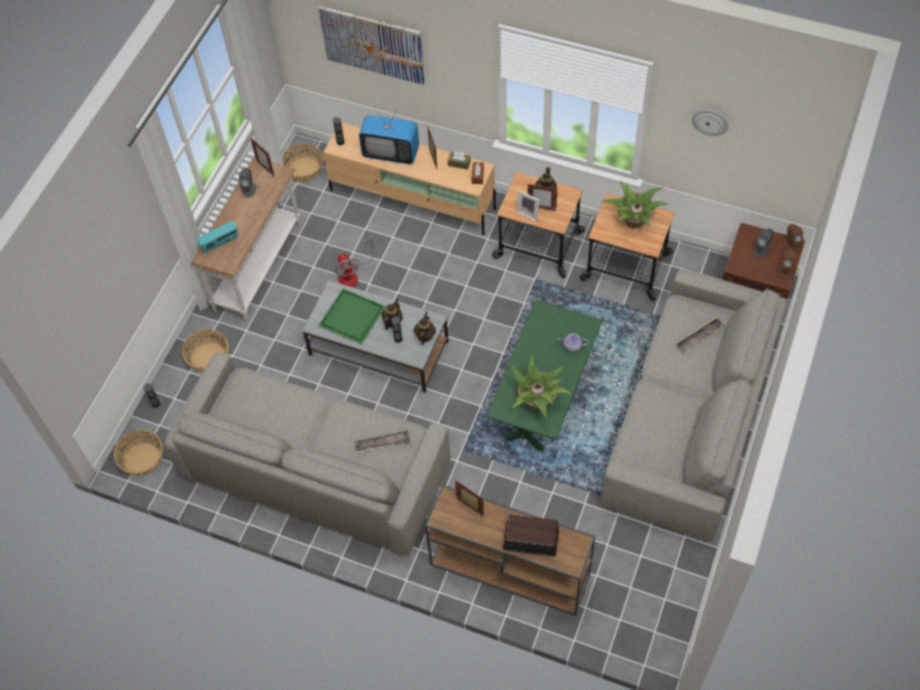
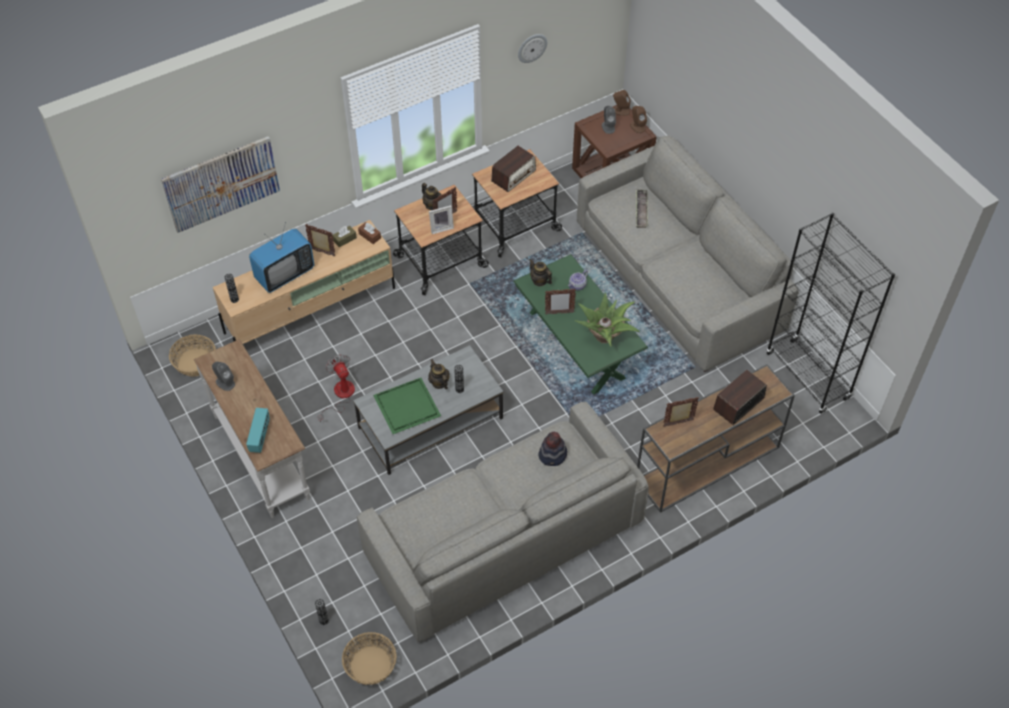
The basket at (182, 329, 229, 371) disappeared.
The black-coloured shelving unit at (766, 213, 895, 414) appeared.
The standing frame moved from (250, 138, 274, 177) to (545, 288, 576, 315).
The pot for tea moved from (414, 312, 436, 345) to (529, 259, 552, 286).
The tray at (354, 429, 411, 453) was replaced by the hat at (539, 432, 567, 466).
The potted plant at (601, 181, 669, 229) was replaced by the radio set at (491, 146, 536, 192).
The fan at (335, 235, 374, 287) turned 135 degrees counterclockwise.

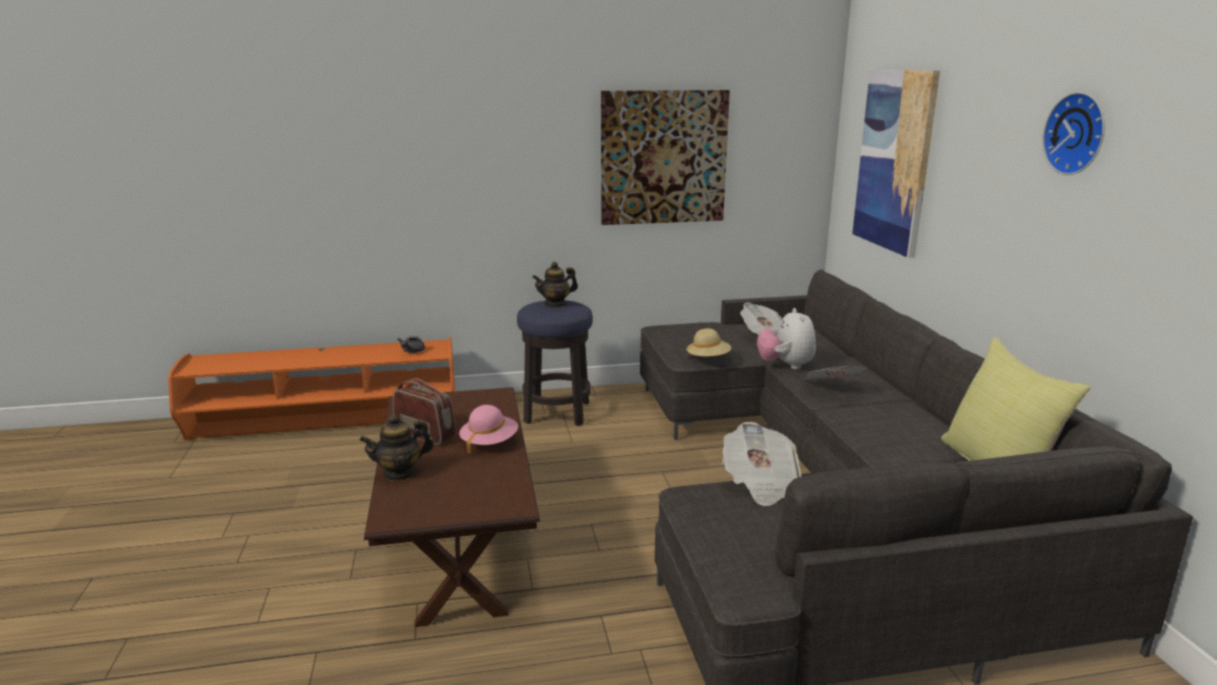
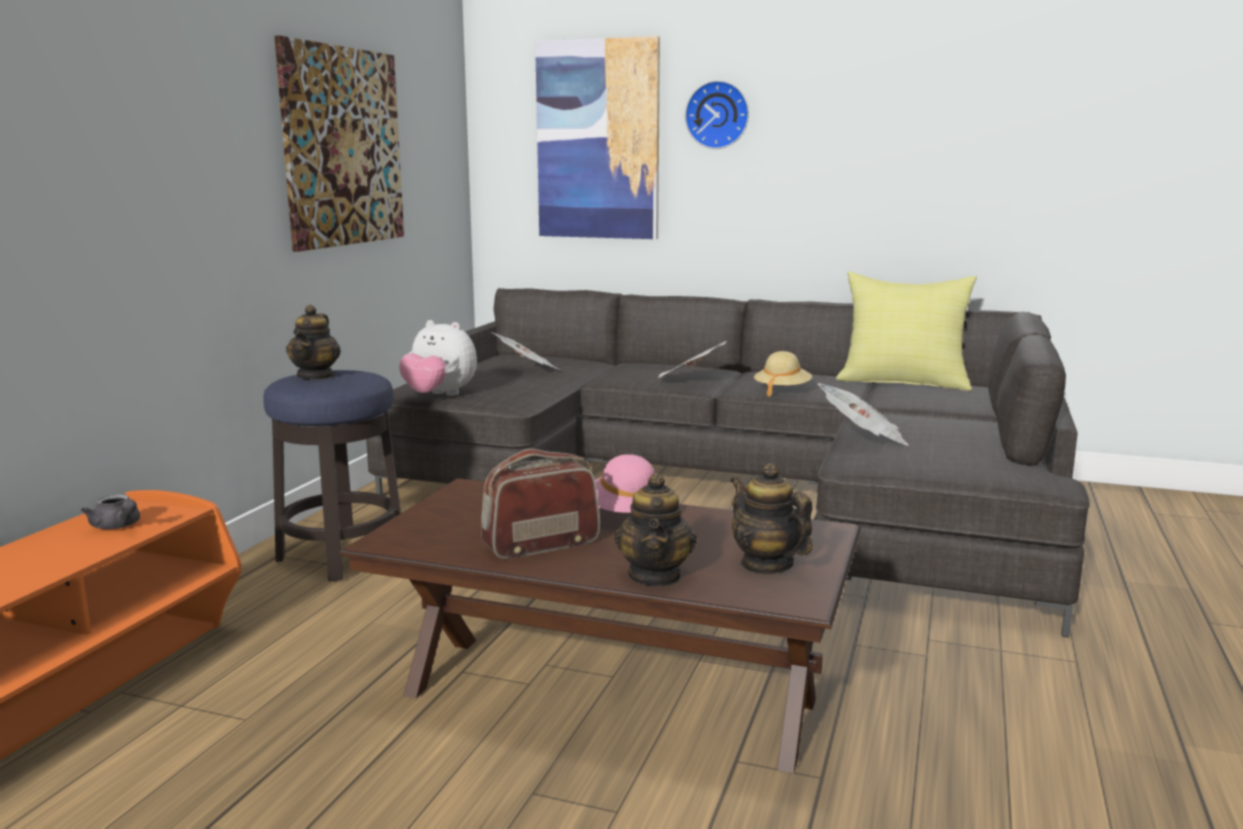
The pot for tea at (730, 463, 813, 575) appeared.
The beige hat moved from (686, 328, 731, 356) to (754, 351, 812, 397).
The cuddly toy moved from (757, 308, 816, 370) to (399, 320, 477, 396).
The hanging clock moved from (1042, 92, 1105, 175) to (685, 80, 749, 149).

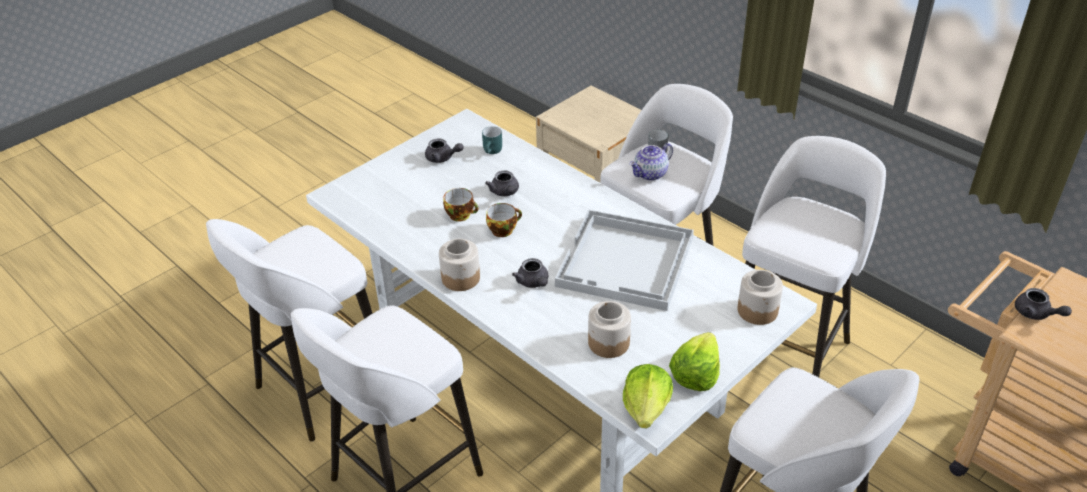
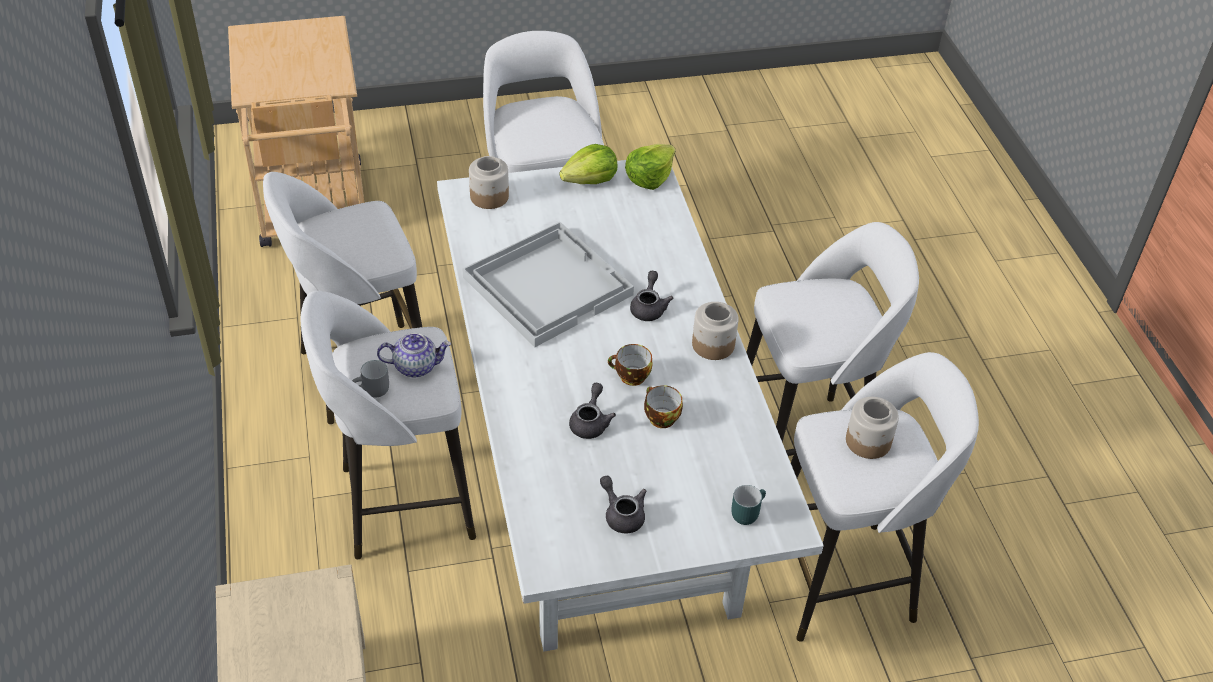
The greyish pot for tea at (1015, 288, 1072, 320) disappeared.
The blue-green mug moved from (482, 126, 502, 154) to (731, 485, 766, 525).
The preserve jar moved from (588, 301, 631, 358) to (846, 397, 899, 459).

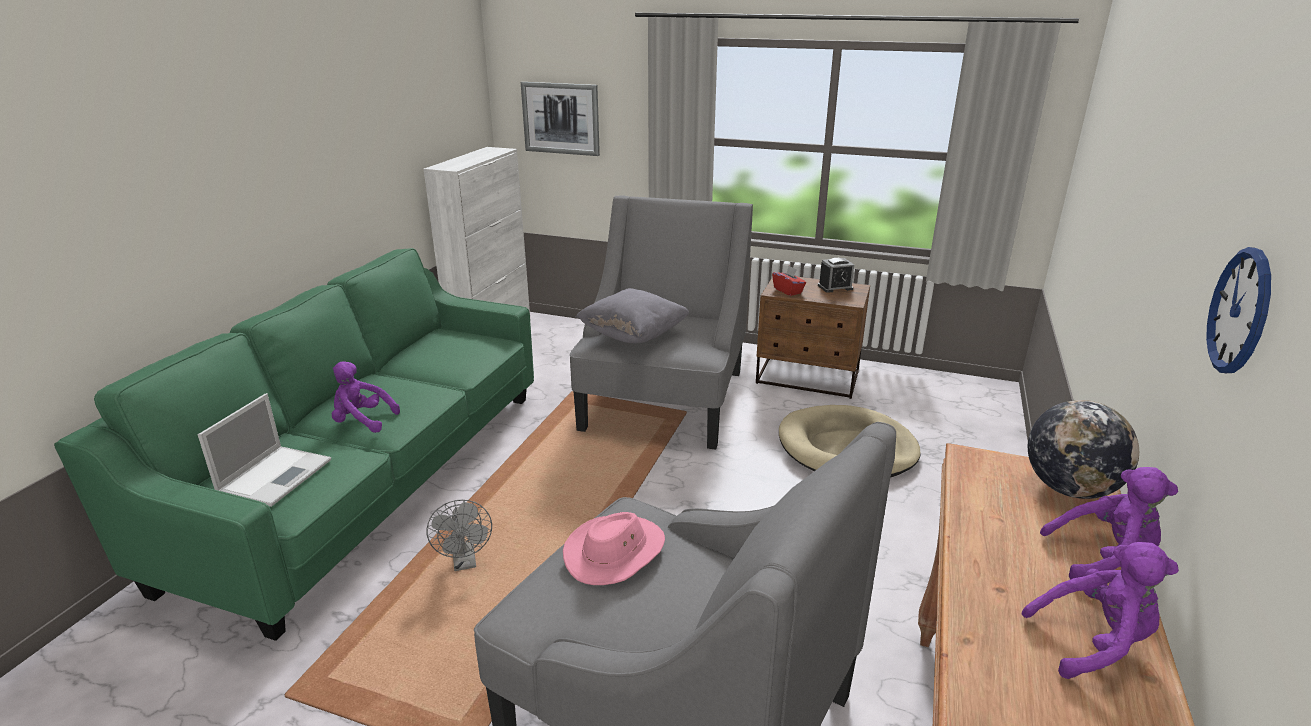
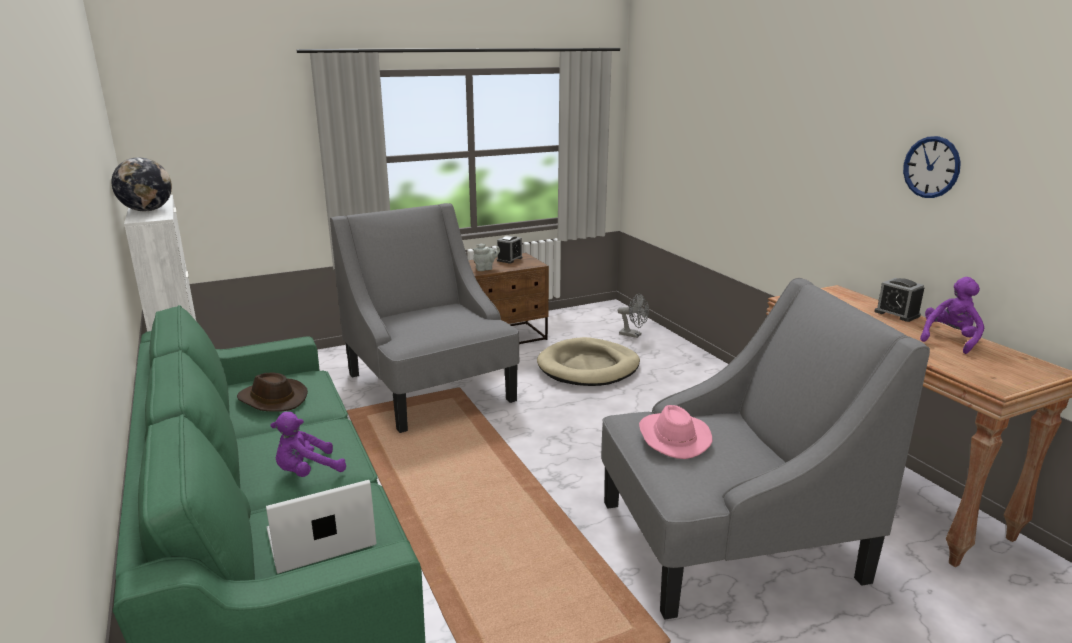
The wall picture at (521, 82, 600, 156) disappeared.
The greyish cushion at (576, 288, 689, 343) disappeared.
The brownish hat at (237, 373, 308, 412) appeared.
The greyish fan moved from (426, 500, 492, 571) to (617, 294, 649, 338).
The globe moved from (1028, 400, 1139, 499) to (111, 157, 172, 211).
The reddish tissue holder at (772, 266, 806, 296) was replaced by the greyish pot for tea at (473, 243, 500, 271).
The purplish cuddly toy at (1040, 467, 1178, 580) was replaced by the table clock at (874, 278, 924, 322).
The notebook computer at (198, 393, 331, 507) turned 90 degrees counterclockwise.

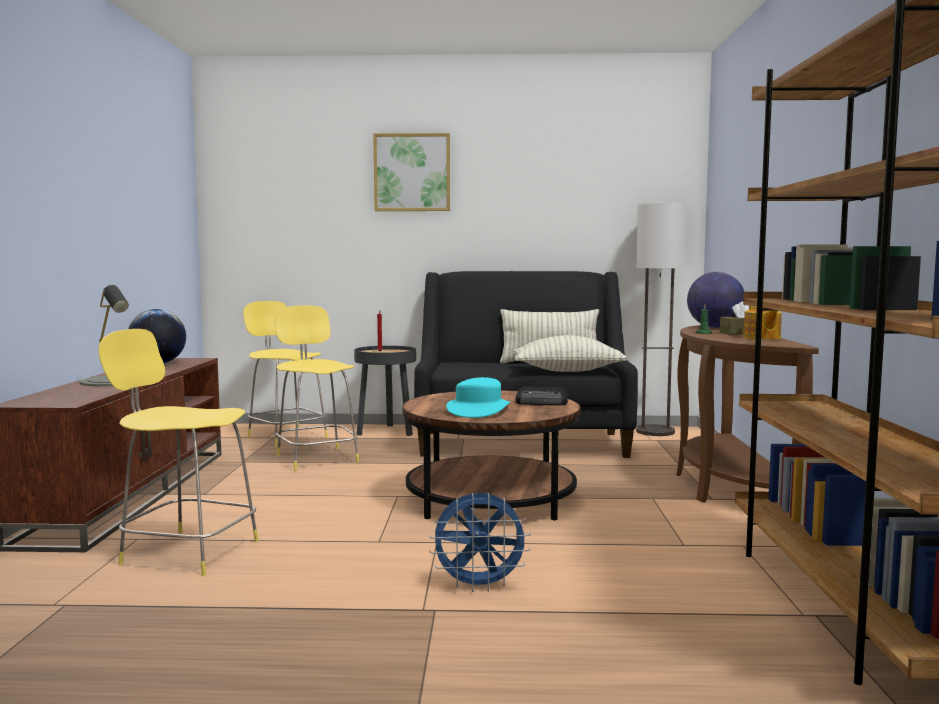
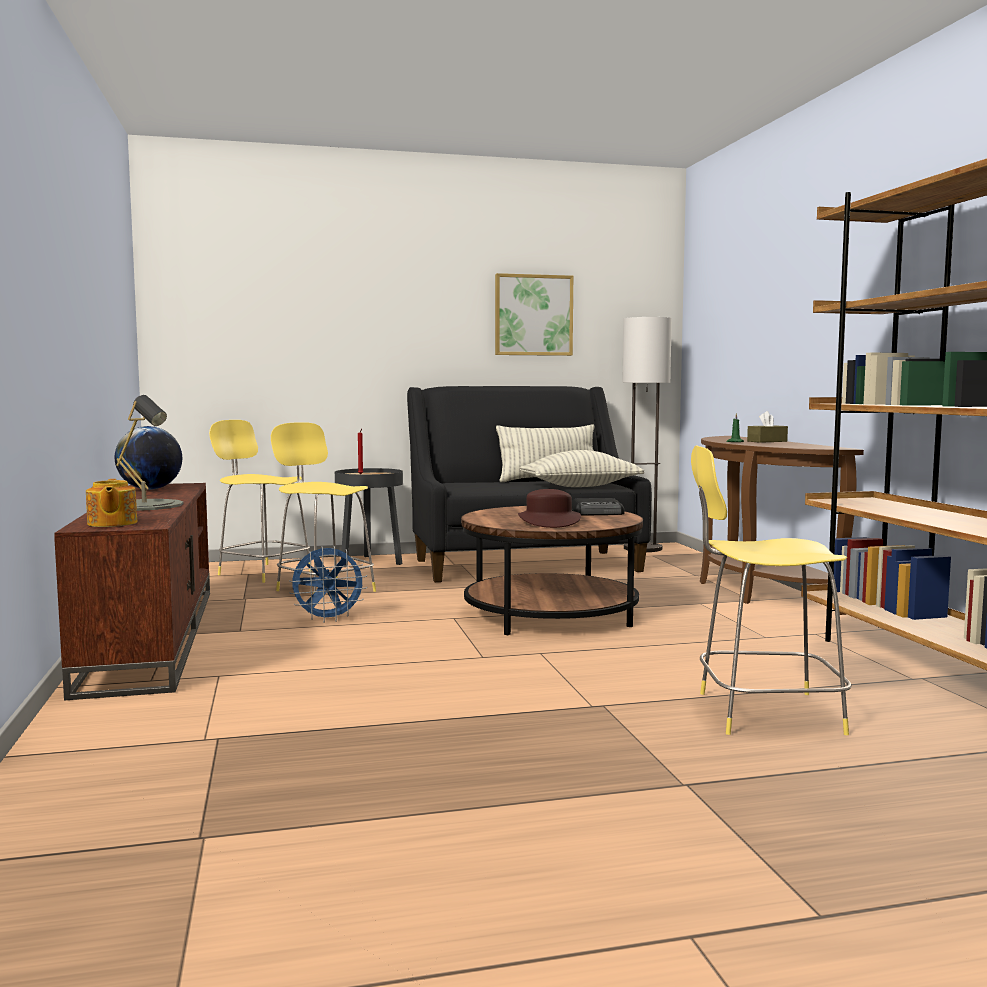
The globe at (687, 272, 745, 328) disappeared.
The yellow sitting stool moved from (98, 329, 258, 576) to (691, 445, 852, 735).
The wall picture moved from (373, 133, 450, 211) to (495, 273, 573, 356).
The bluish fan moved from (430, 493, 531, 592) to (289, 546, 368, 623).
The pot for tea moved from (743, 306, 782, 340) to (86, 479, 138, 527).
The blue-green hat at (446, 377, 510, 418) became the brownish hat at (518, 489, 581, 528).

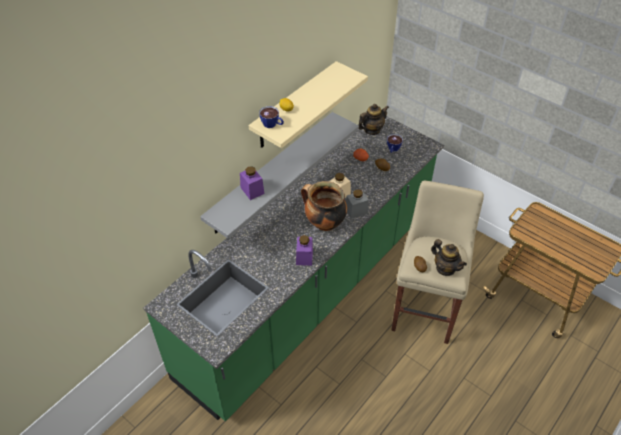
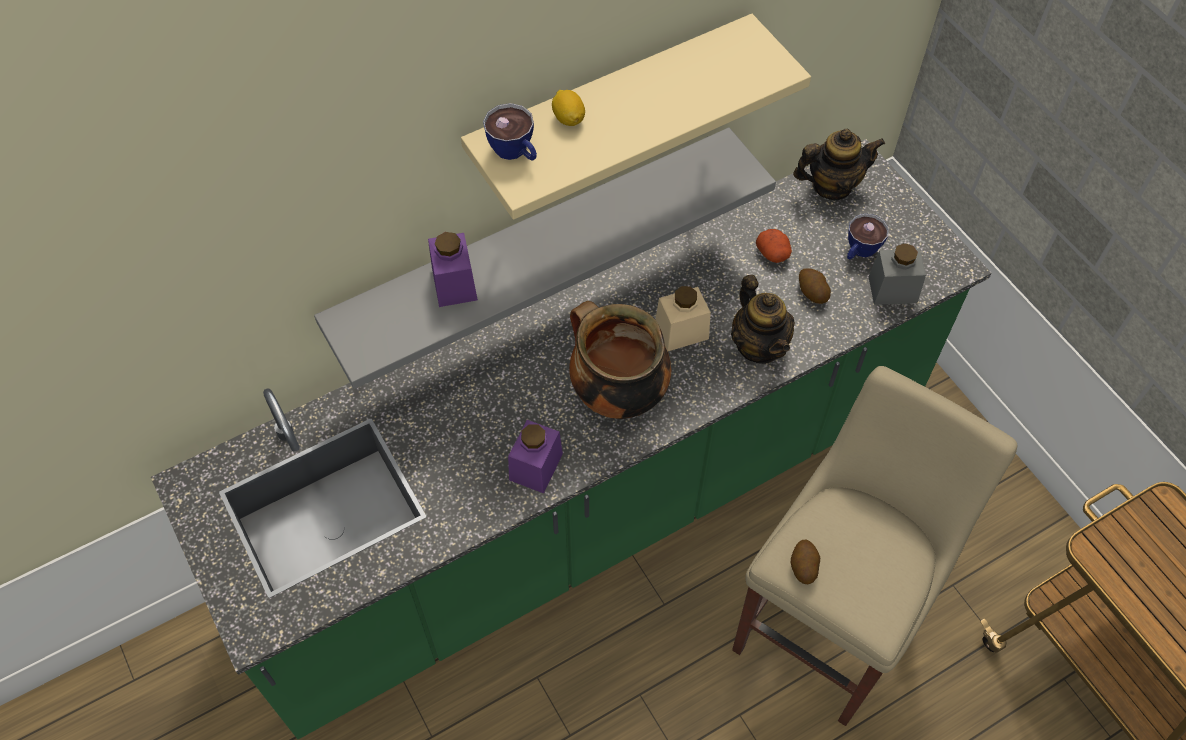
The greyish preserve jar moved from (346, 189, 369, 219) to (868, 243, 926, 305).
The pot for tea moved from (431, 239, 467, 276) to (731, 275, 795, 364).

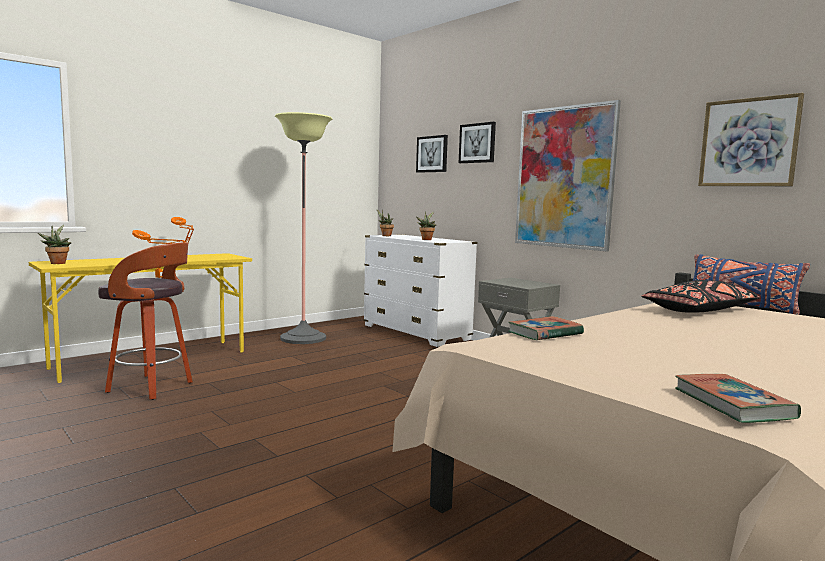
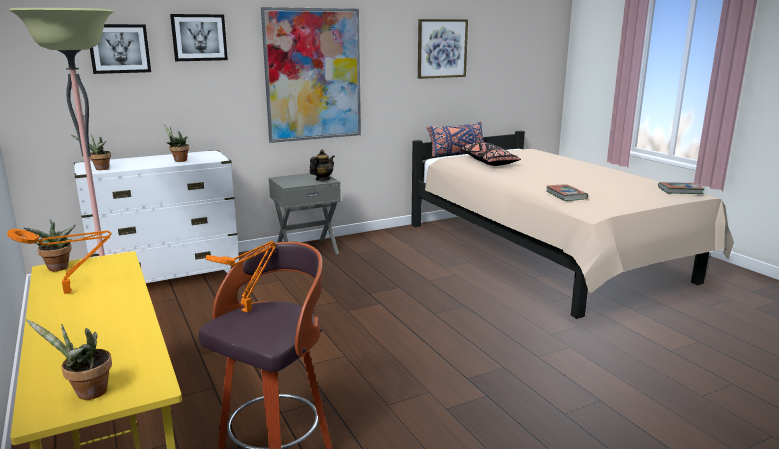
The potted plant at (24, 220, 76, 271) appeared.
The pot for tea at (309, 150, 335, 181) appeared.

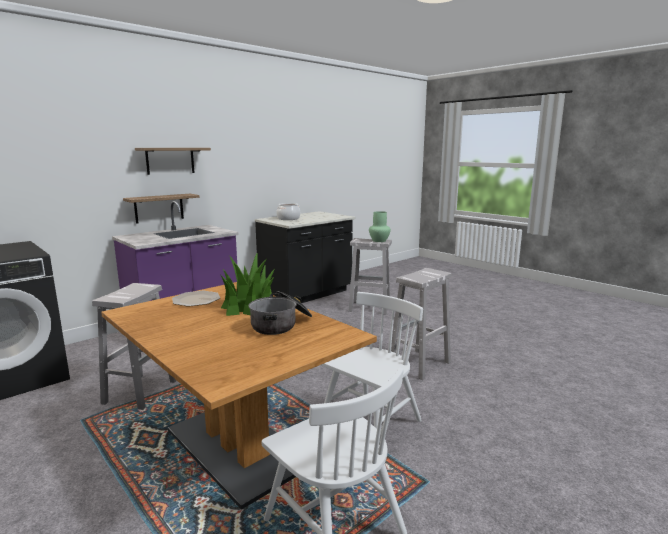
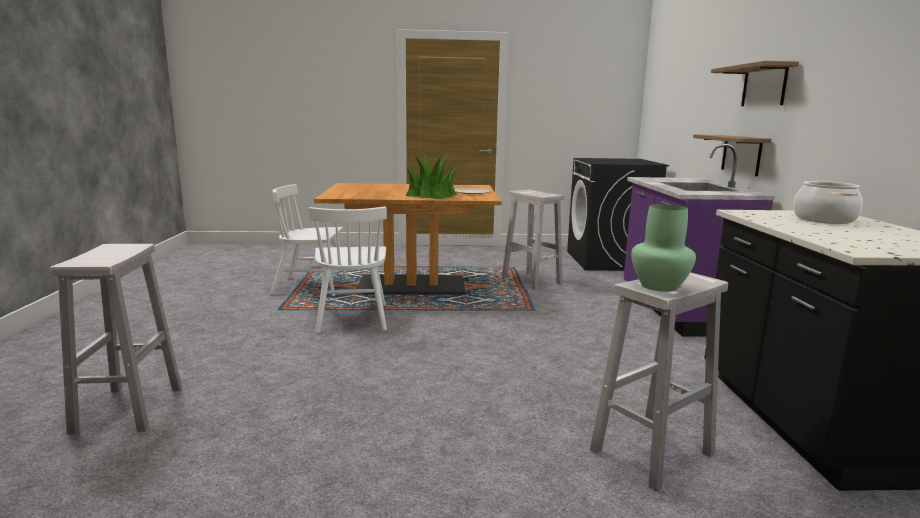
The stockpot at (249, 291, 312, 335) disappeared.
The whitish sitting stool moved from (391, 268, 452, 380) to (50, 244, 182, 434).

